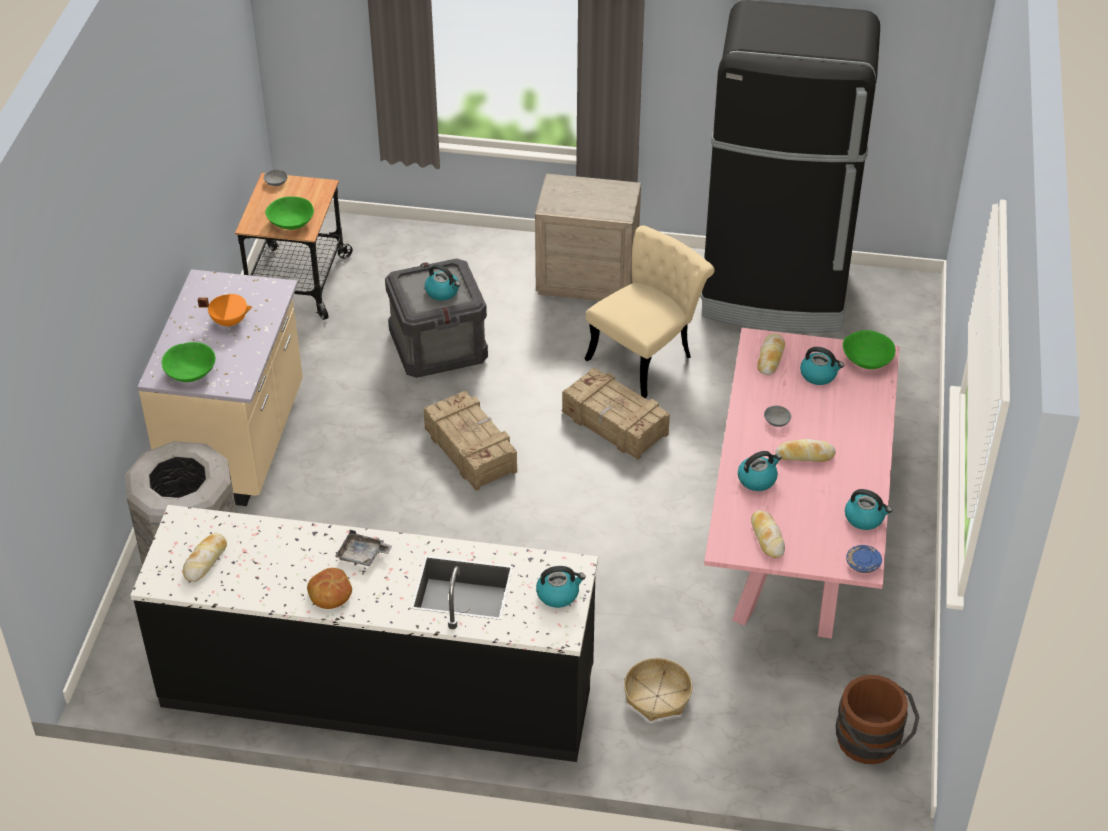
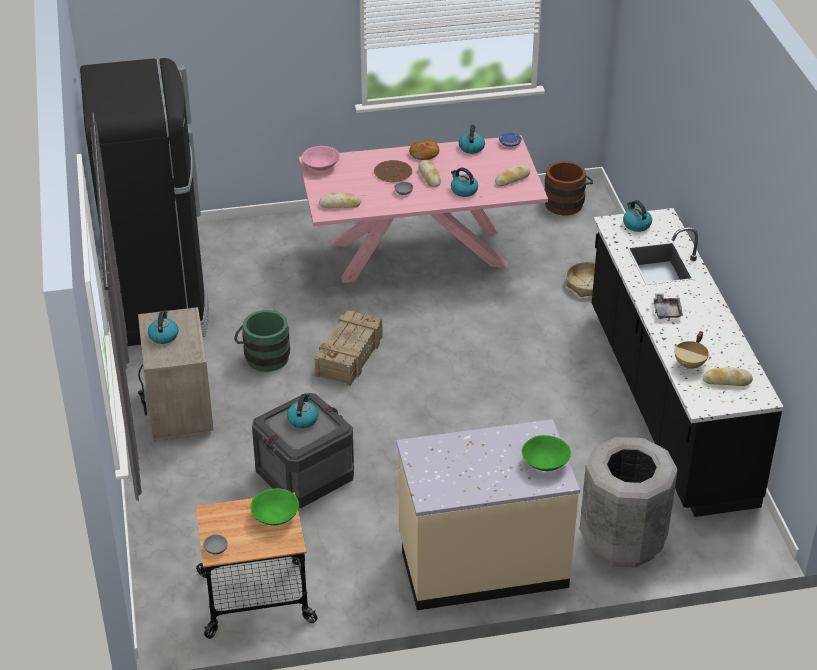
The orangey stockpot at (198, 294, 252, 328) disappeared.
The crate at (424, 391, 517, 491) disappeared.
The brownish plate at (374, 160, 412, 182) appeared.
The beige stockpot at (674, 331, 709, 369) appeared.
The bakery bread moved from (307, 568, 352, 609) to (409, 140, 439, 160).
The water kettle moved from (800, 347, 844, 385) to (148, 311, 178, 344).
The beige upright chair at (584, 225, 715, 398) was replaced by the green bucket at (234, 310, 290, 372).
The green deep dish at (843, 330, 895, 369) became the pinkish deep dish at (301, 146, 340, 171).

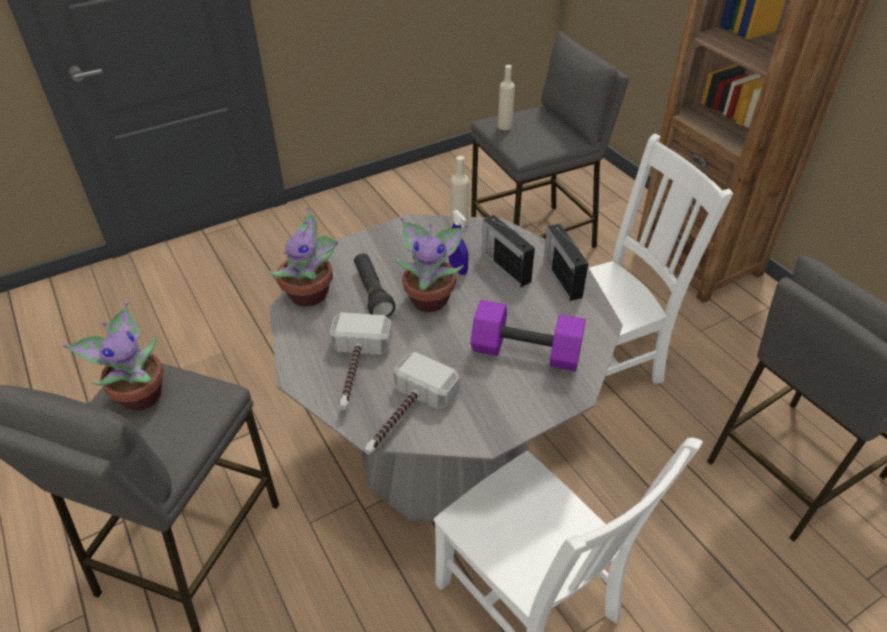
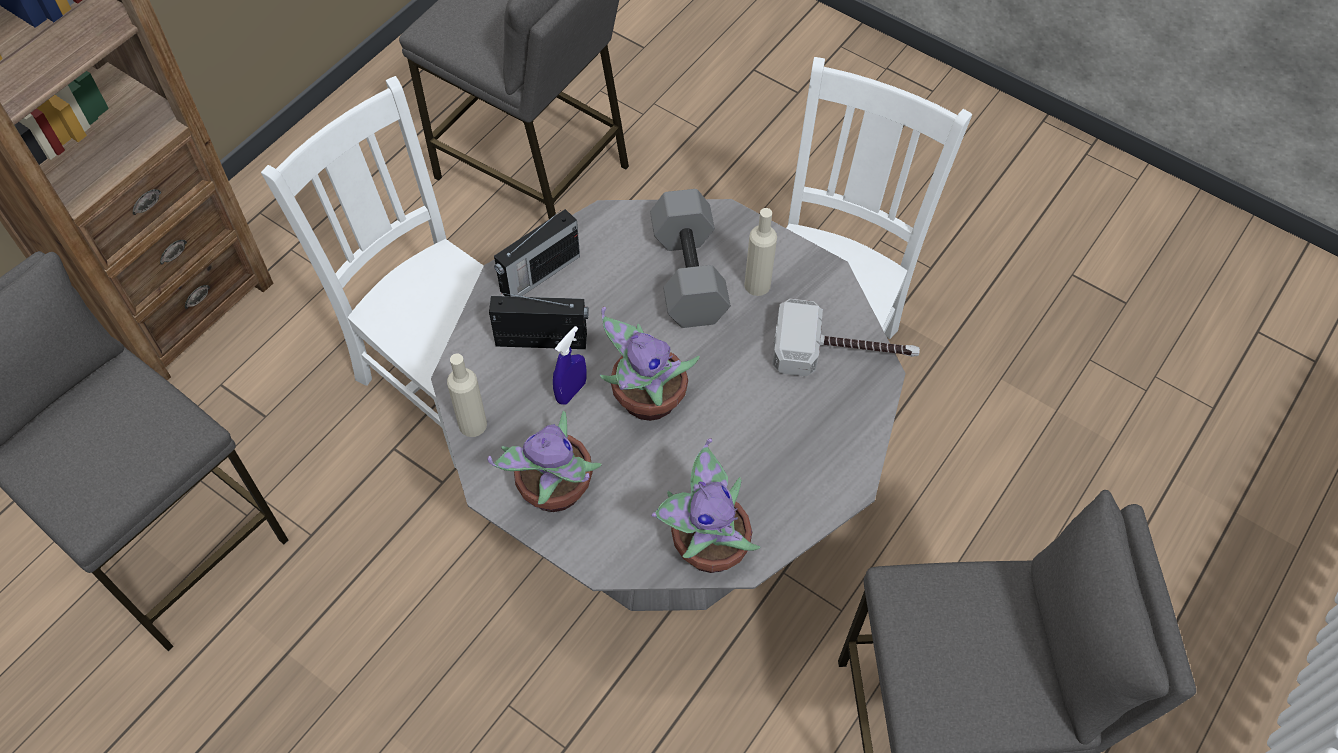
The hand hammer at (330, 312, 392, 410) disappeared.
The black-coloured flashlight at (354, 253, 395, 318) disappeared.
The potted plant moved from (62, 301, 164, 411) to (487, 411, 602, 512).
The beige beverage bottle moved from (498, 65, 515, 130) to (744, 208, 777, 296).
The purplish dumbbell at (470, 300, 586, 371) became the greyish dumbbell at (650, 189, 731, 328).
The radio set at (482, 215, 535, 287) turned 120 degrees counterclockwise.

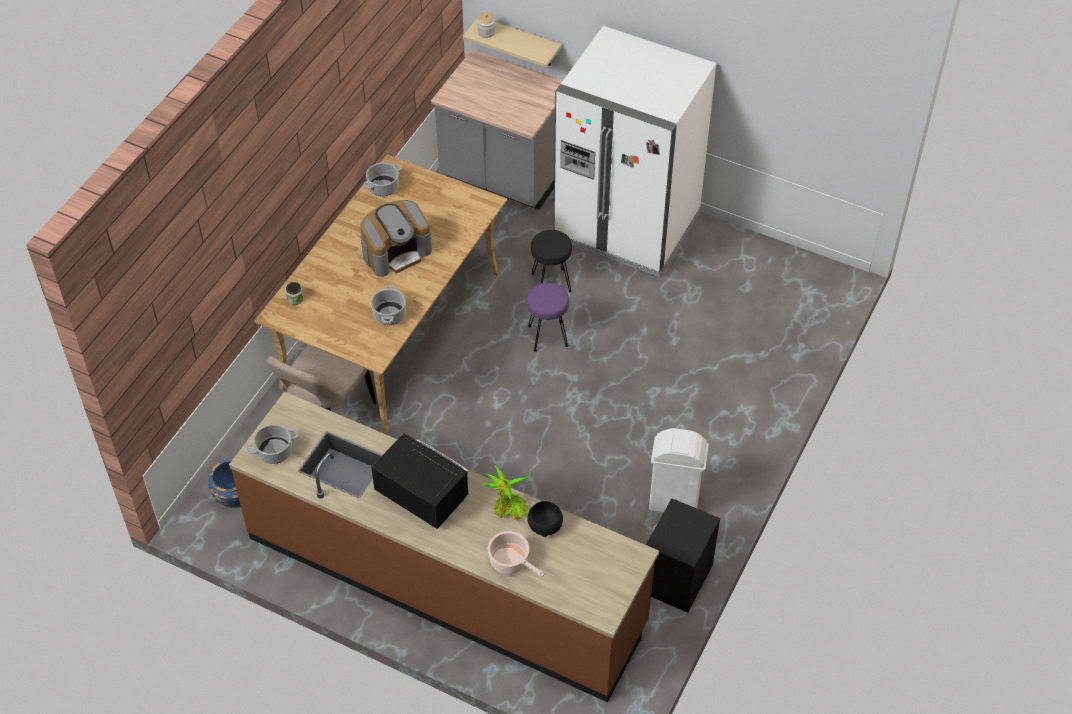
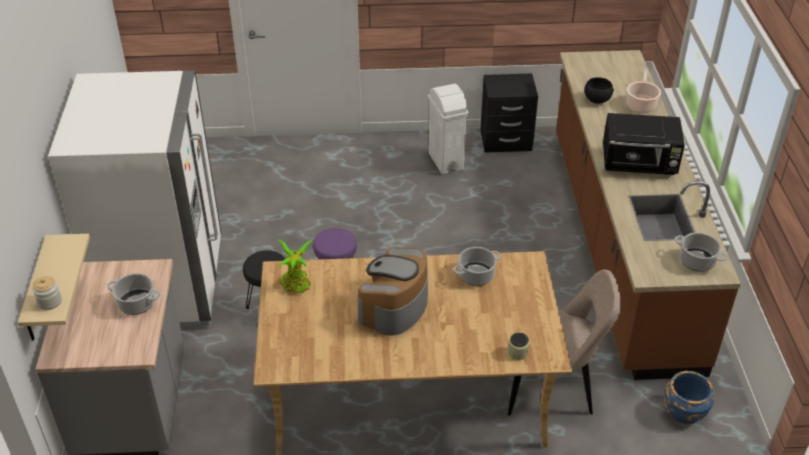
The stockpot moved from (363, 162, 402, 196) to (107, 273, 160, 315).
The potted plant moved from (483, 465, 529, 520) to (278, 240, 313, 293).
The coffee machine at (360, 200, 432, 277) turned 90 degrees counterclockwise.
The black-coloured microwave at (371, 433, 469, 529) turned 90 degrees counterclockwise.

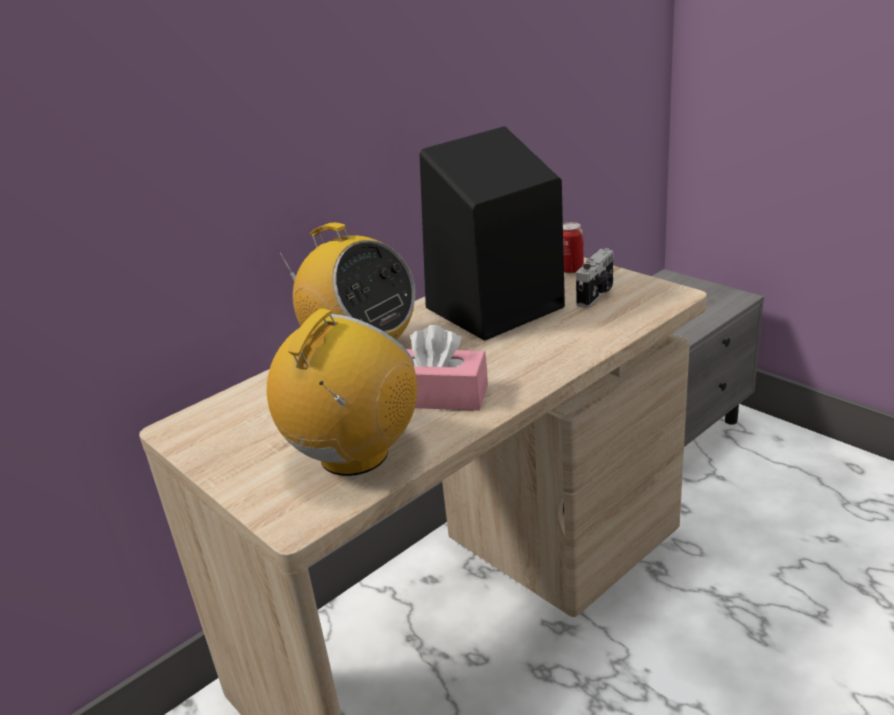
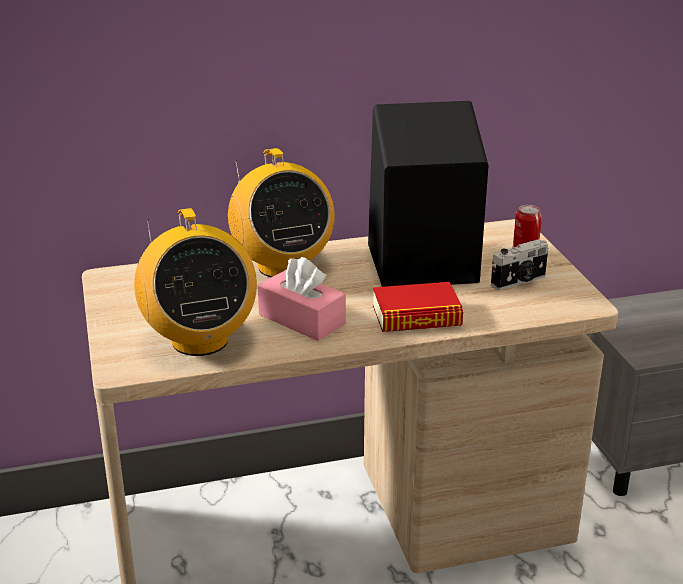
The bound book at (373, 282, 463, 332) appeared.
The radio set at (267, 308, 417, 476) turned 105 degrees clockwise.

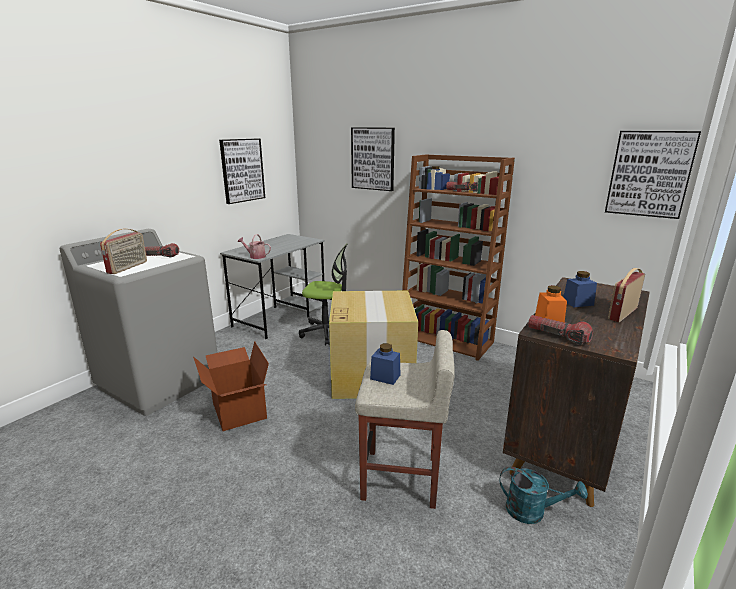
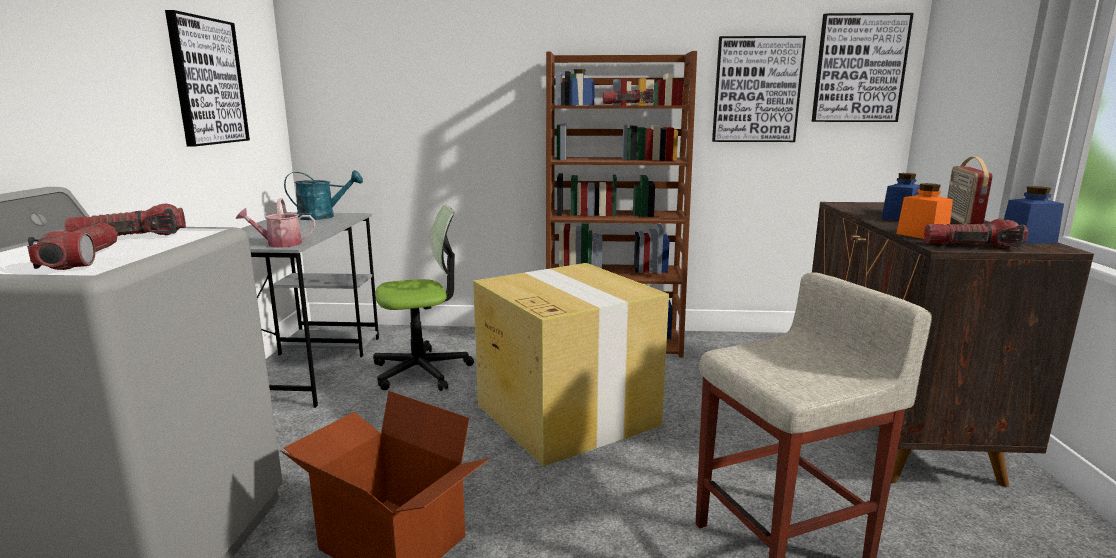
The wall picture moved from (351, 128, 395, 191) to (712, 36, 806, 142).
The bluish preserve jar moved from (370, 343, 400, 385) to (1004, 186, 1064, 244).
The blue-green watering can moved from (500, 467, 588, 524) to (284, 170, 363, 220).
The radio set at (100, 229, 147, 274) was replaced by the flashlight at (27, 223, 118, 270).

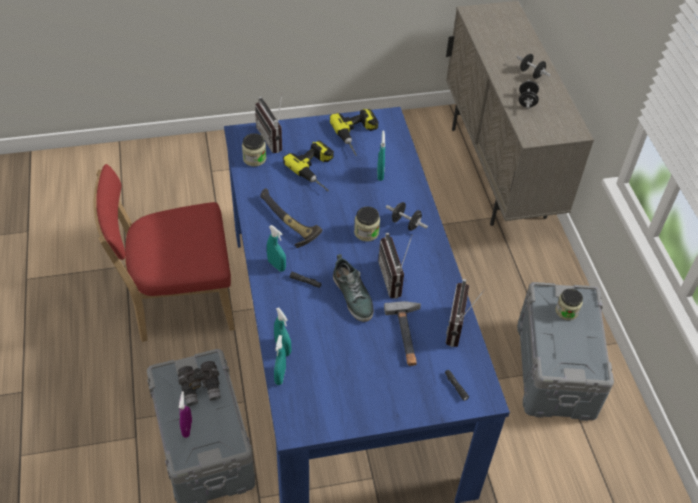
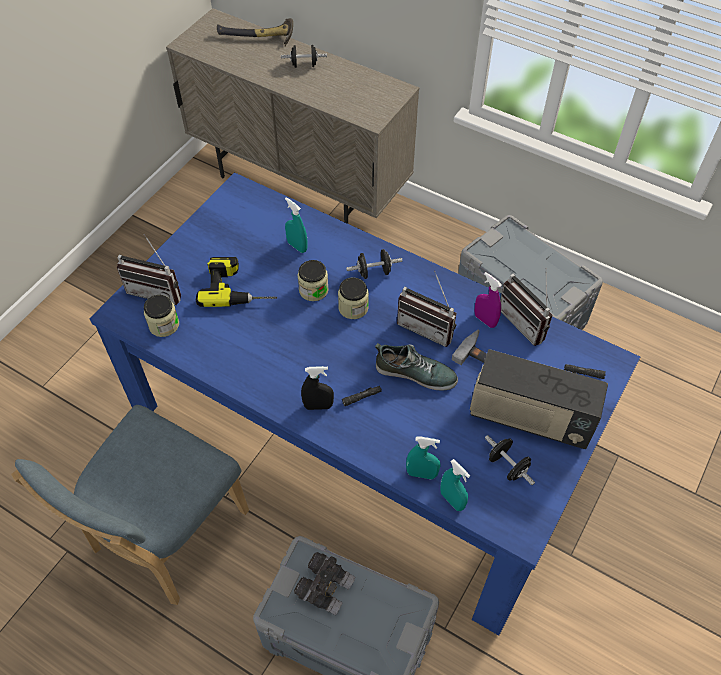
The power drill at (330, 109, 378, 155) disappeared.
The radio set at (470, 349, 608, 449) appeared.
The purplish hand sprayer moved from (179, 391, 192, 438) to (474, 272, 502, 328).
The hand hammer moved from (260, 188, 323, 248) to (217, 18, 293, 46).
The black-coloured dumbbell moved from (519, 80, 539, 109) to (485, 435, 535, 485).
The preserve jar moved from (555, 289, 583, 320) to (297, 260, 329, 301).
The reddish upright chair at (93, 164, 235, 342) became the bluish upright chair at (11, 405, 249, 605).
The blue-green hand sprayer at (267, 225, 286, 272) became the black-coloured hand sprayer at (301, 366, 334, 410).

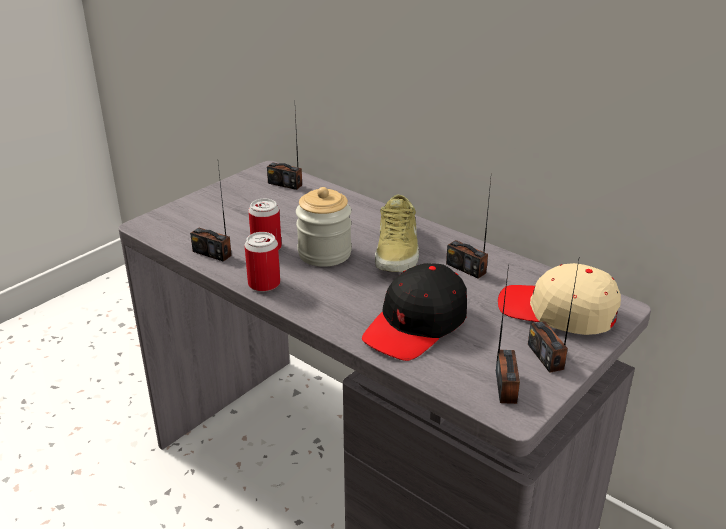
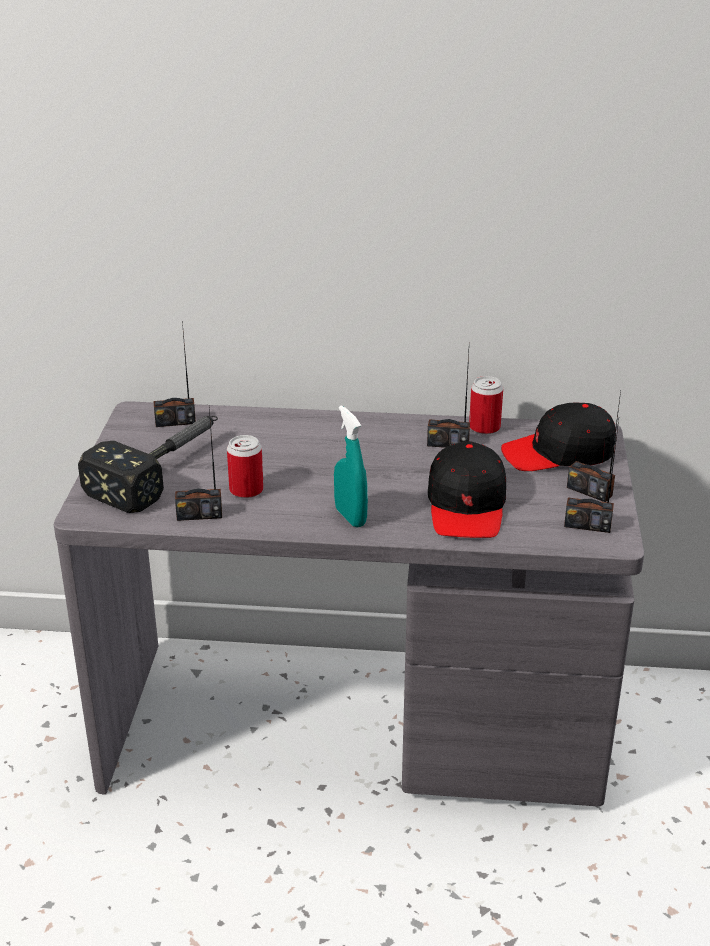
The preserve jar at (296, 187, 352, 267) disappeared.
The beige item of footwear at (375, 195, 419, 272) disappeared.
The hand hammer at (78, 416, 218, 513) appeared.
The blue-green hand sprayer at (334, 405, 368, 527) appeared.
The metal can moved from (245, 232, 280, 292) to (469, 376, 503, 434).
The beige cap at (498, 263, 621, 335) became the black-coloured cap at (501, 403, 616, 471).
The radio set at (496, 264, 520, 404) turned 135 degrees clockwise.

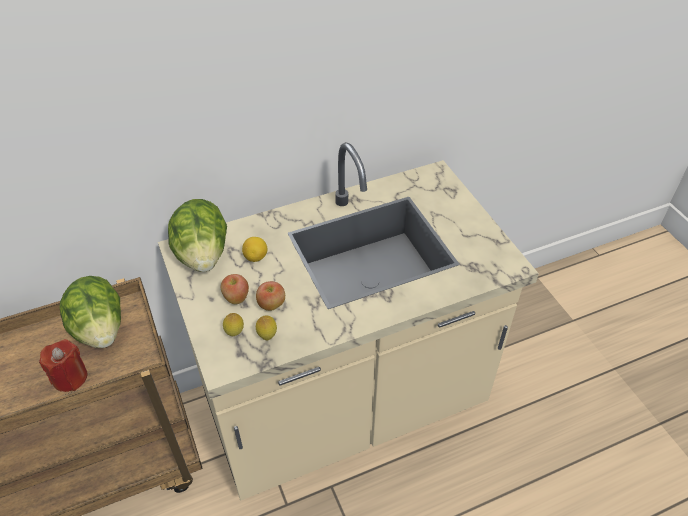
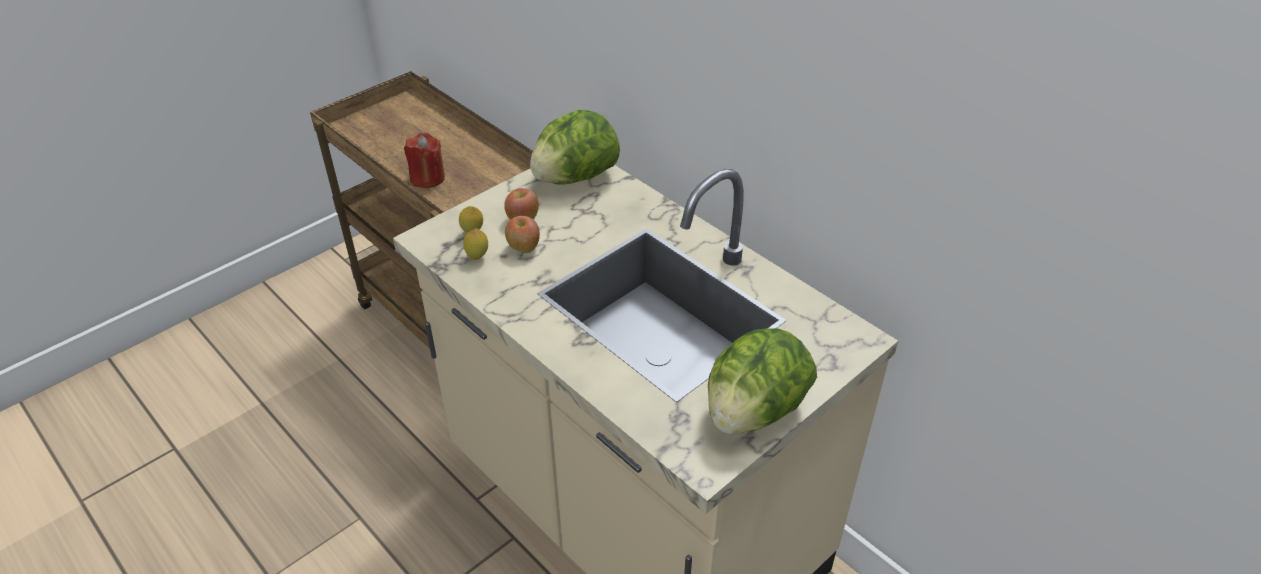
The whole lemon at (242, 237, 267, 262) disappeared.
The lettuce moved from (60, 276, 121, 348) to (708, 328, 817, 434).

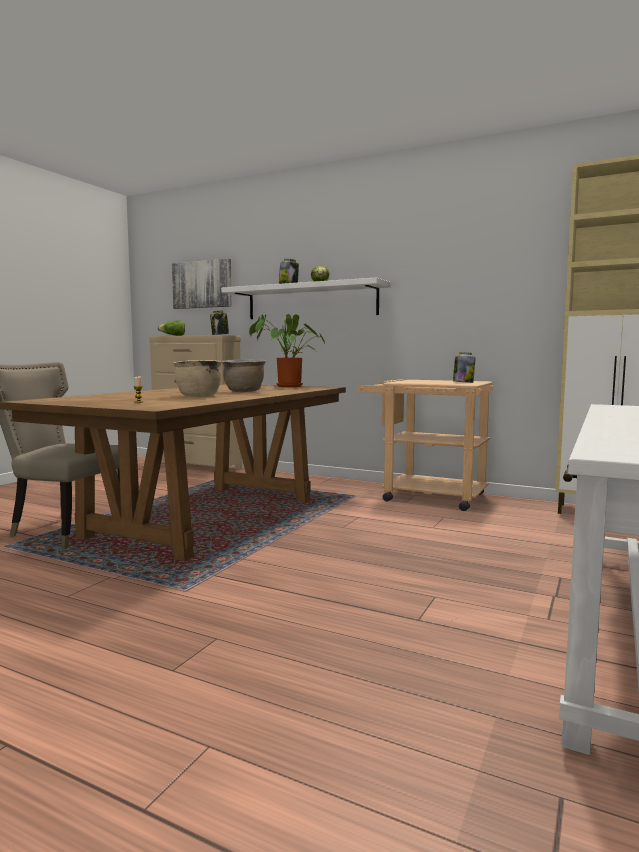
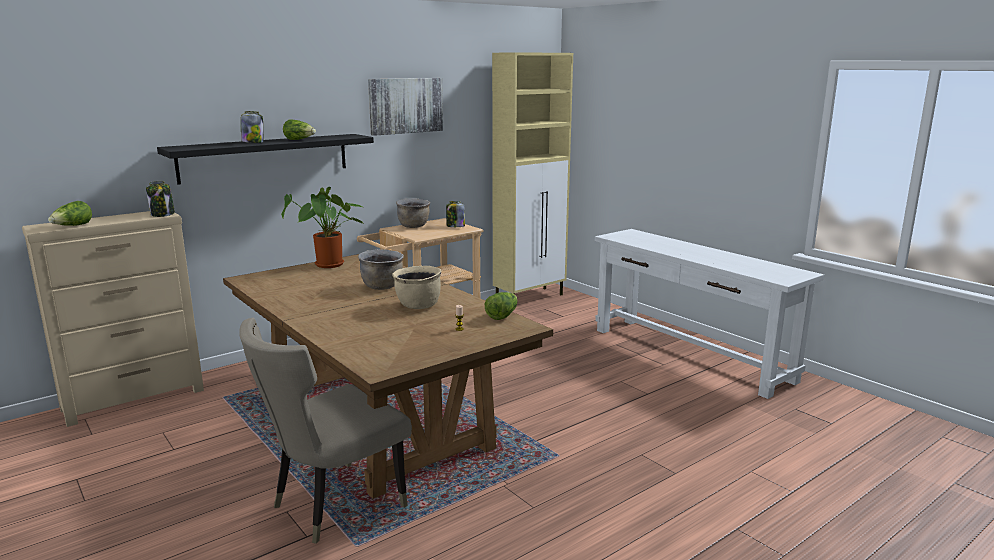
The brownish stockpot at (396, 198, 430, 228) appeared.
The lettuce at (485, 292, 518, 320) appeared.
The wall picture moved from (172, 258, 232, 309) to (368, 78, 443, 136).
The whitish wall shelf at (221, 277, 391, 319) became the black-coloured wall shelf at (157, 134, 374, 185).

